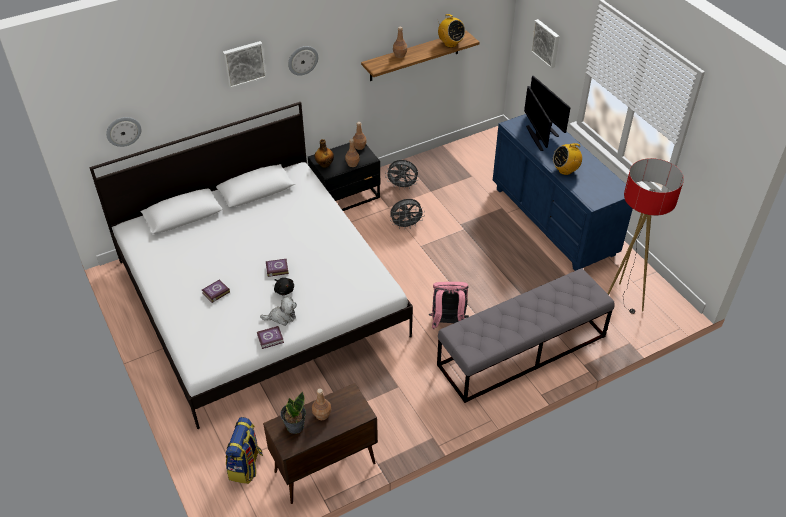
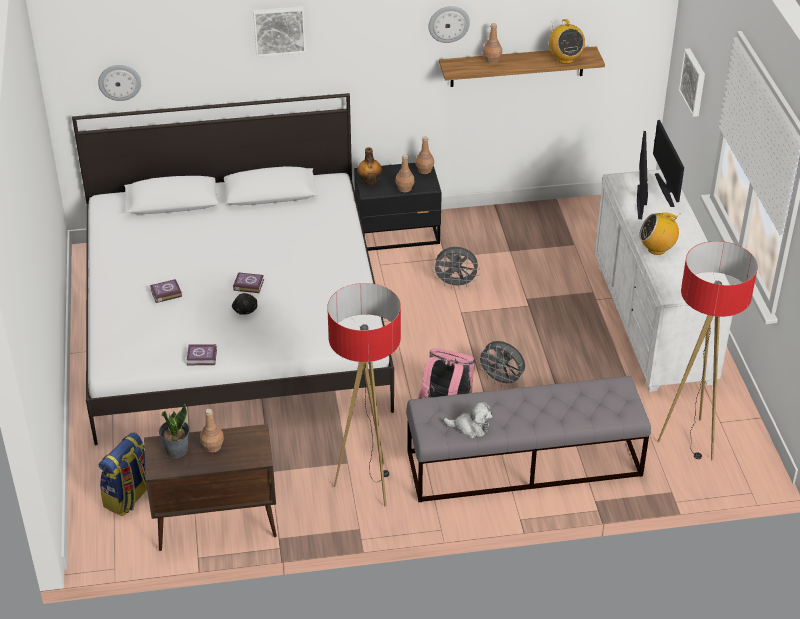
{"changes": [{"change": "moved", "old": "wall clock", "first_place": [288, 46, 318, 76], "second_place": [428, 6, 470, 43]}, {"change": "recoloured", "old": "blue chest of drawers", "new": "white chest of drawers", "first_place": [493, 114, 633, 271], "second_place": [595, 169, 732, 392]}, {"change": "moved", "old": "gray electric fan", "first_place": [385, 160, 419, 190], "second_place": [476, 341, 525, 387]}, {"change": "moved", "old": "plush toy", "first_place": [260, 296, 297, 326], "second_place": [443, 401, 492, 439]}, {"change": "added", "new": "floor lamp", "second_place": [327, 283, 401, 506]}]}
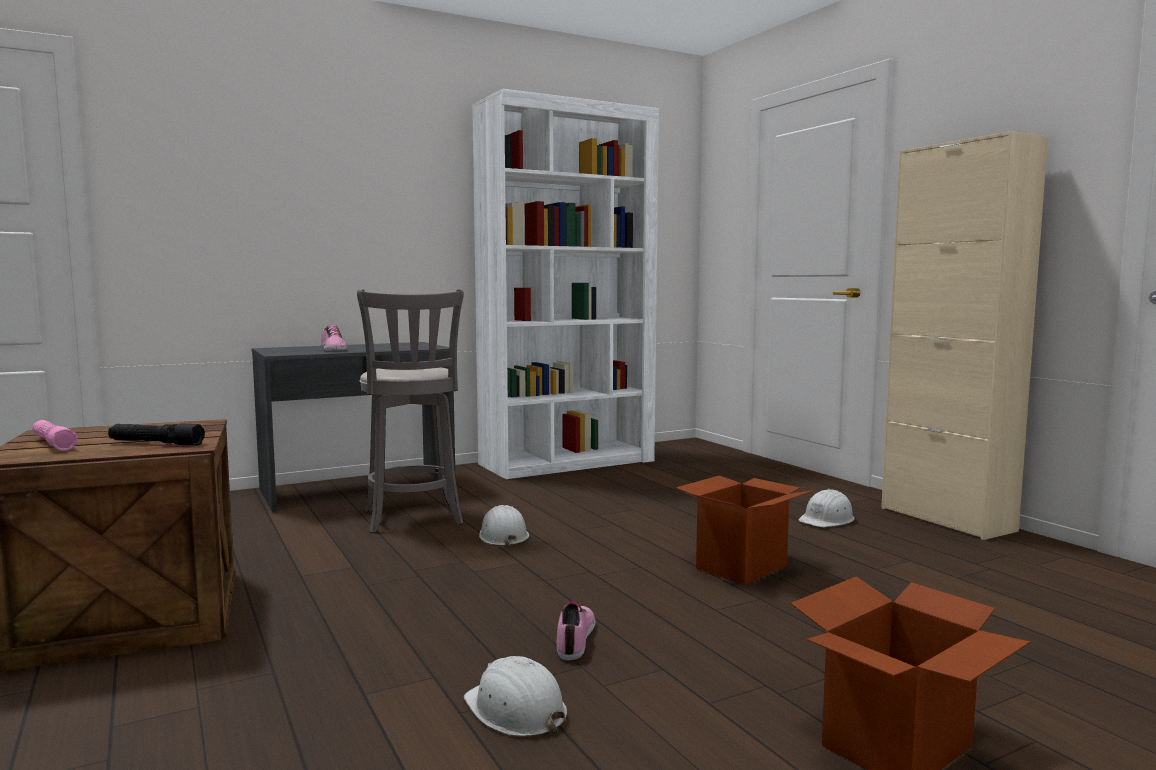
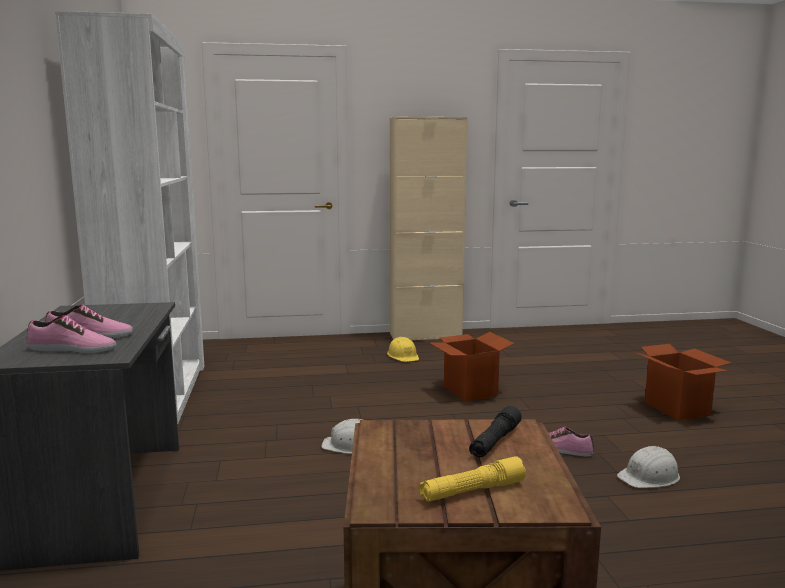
{"changes": [{"change": "removed", "old": "gray stool", "first_place": [357, 289, 464, 533]}, {"change": "recoloured", "old": "pink-coloured torch", "new": "yellow-coloured torch", "first_place": [32, 420, 78, 451], "second_place": [419, 456, 526, 502]}, {"change": "recoloured", "old": "white safety helmet", "new": "yellow-coloured safety helmet", "first_place": [799, 489, 855, 527], "second_place": [387, 337, 419, 362]}, {"change": "added", "new": "item of footwear", "second_place": [26, 315, 116, 353]}]}
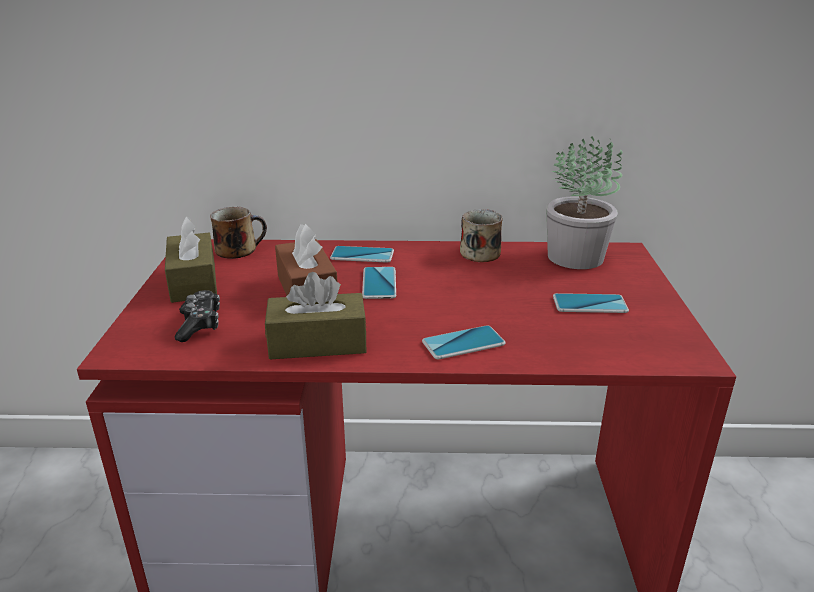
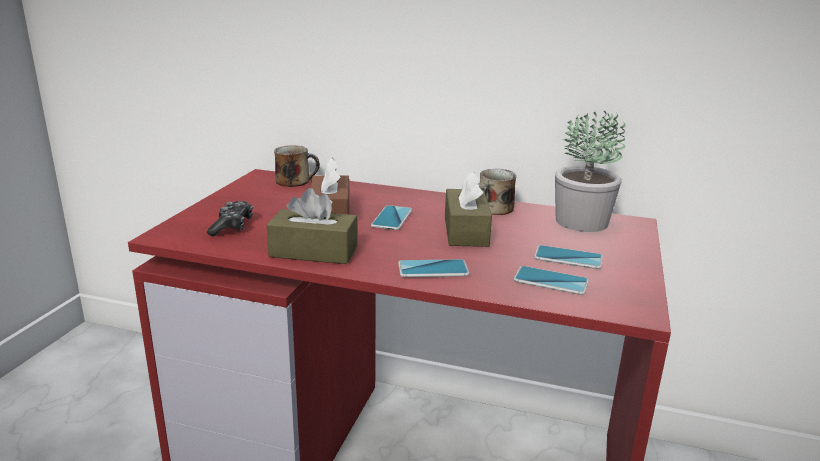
{"changes": [{"change": "moved", "old": "brownish tissue box", "first_place": [165, 217, 217, 303], "second_place": [445, 172, 492, 247]}, {"change": "moved", "old": "handset", "first_place": [330, 246, 394, 263], "second_place": [514, 266, 589, 295]}]}
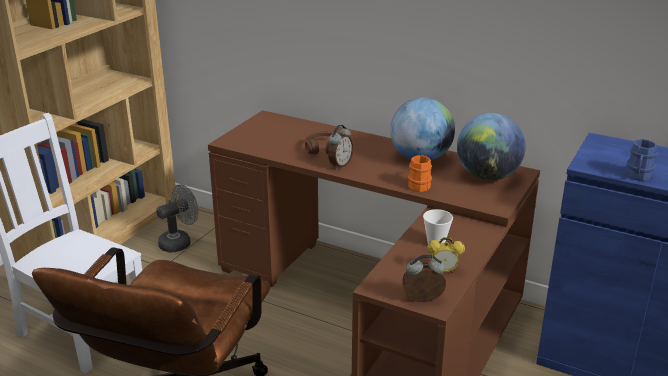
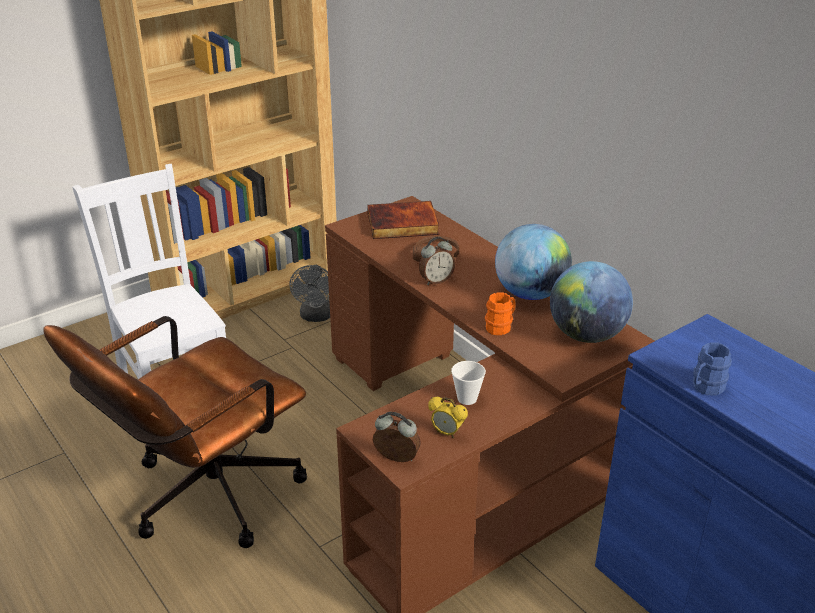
{"changes": [{"change": "turned", "old": "gray electric fan", "first_place": [156, 184, 198, 253], "second_place": [290, 265, 330, 322], "degrees": 105}, {"change": "added", "new": "book", "second_place": [367, 201, 439, 239]}]}
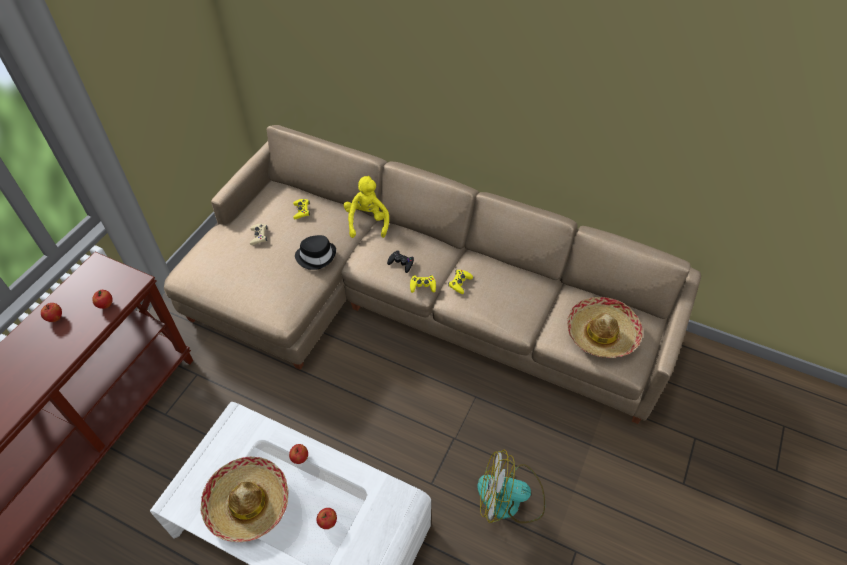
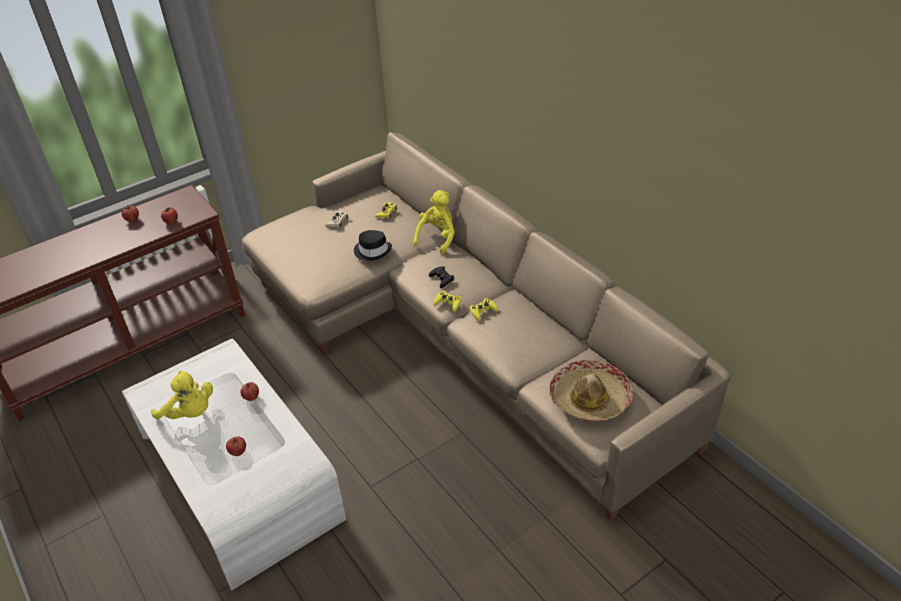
{"changes": [{"change": "removed", "old": "electric fan", "first_place": [477, 449, 545, 523]}, {"change": "replaced", "old": "clothing hat", "new": "yellow-coloured plush toy", "first_place": [200, 457, 289, 542], "second_place": [151, 370, 213, 419]}]}
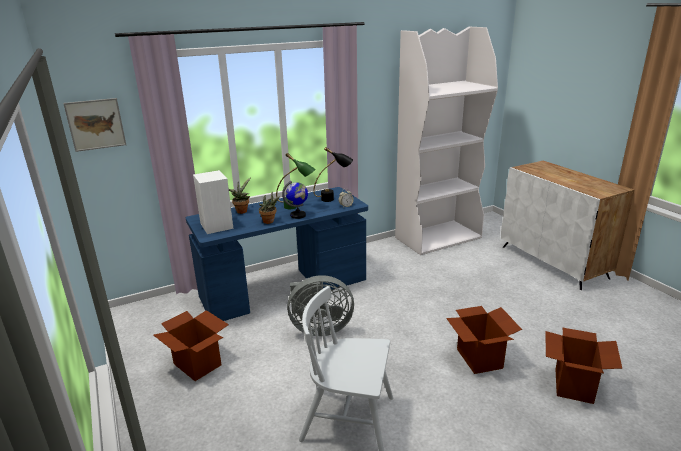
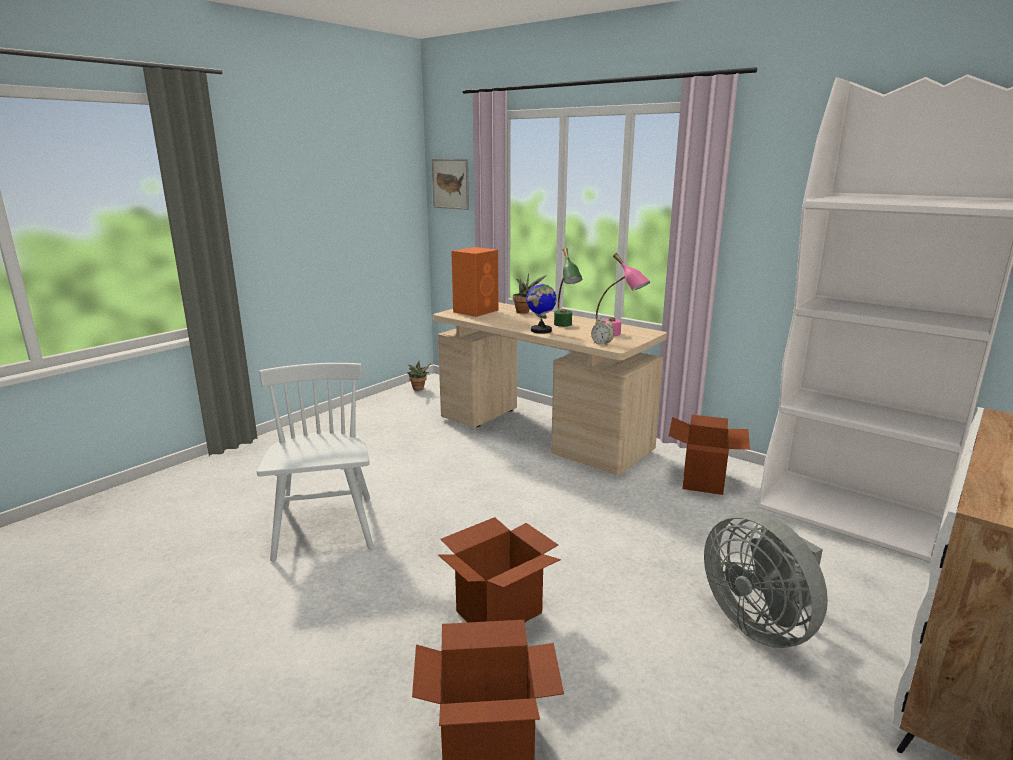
{"changes": [{"change": "recoloured", "old": "black tabletop lamp", "new": "pink-coloured tabletop lamp", "first_place": [313, 147, 353, 202], "second_place": [596, 253, 650, 336]}, {"change": "recoloured", "old": "white loudspeaker", "new": "orange-coloured loudspeaker", "first_place": [193, 170, 234, 234], "second_place": [451, 247, 498, 317]}, {"change": "recoloured", "old": "blue desk", "new": "beige desk", "first_place": [186, 187, 368, 321], "second_place": [433, 302, 667, 475]}, {"change": "moved", "old": "houseplant", "first_place": [259, 192, 280, 224], "second_place": [407, 361, 430, 391]}, {"change": "moved", "old": "gray electric fan", "first_place": [287, 275, 354, 336], "second_place": [704, 512, 828, 648]}, {"change": "moved", "old": "packing box", "first_place": [153, 310, 229, 381], "second_place": [669, 415, 750, 495]}]}
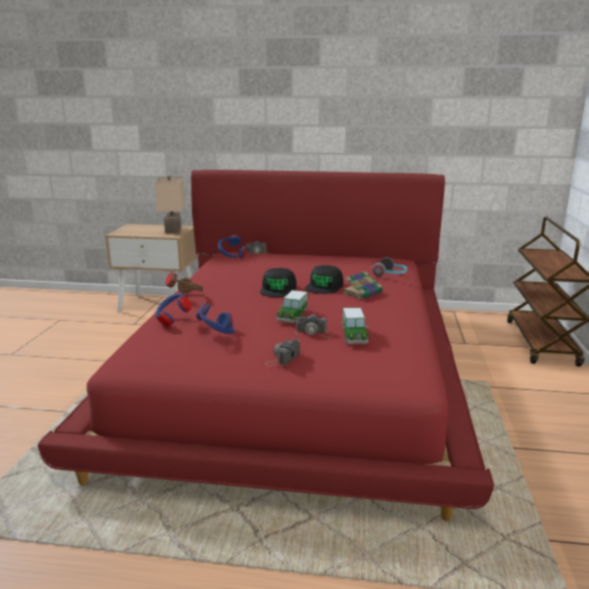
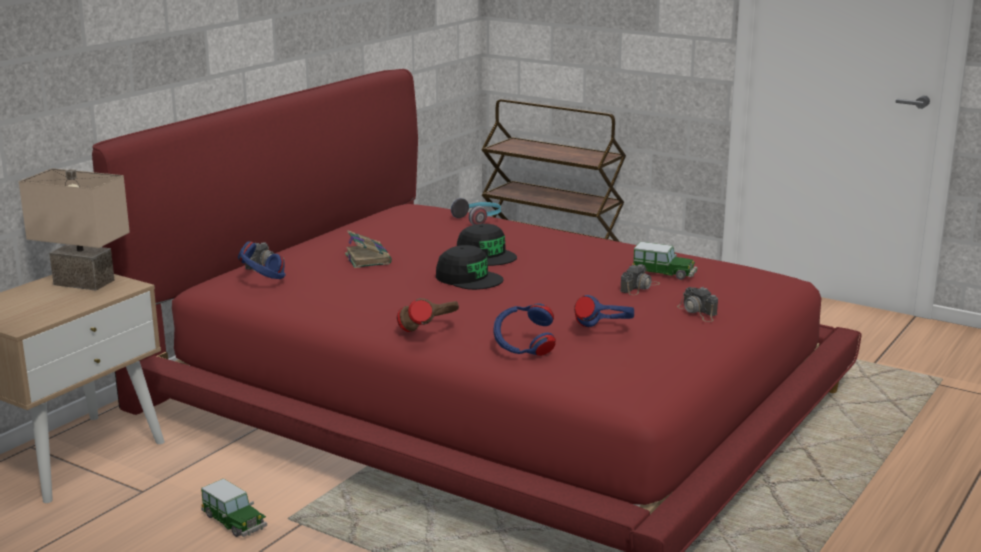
{"changes": [{"change": "moved", "old": "book", "first_place": [342, 271, 383, 299], "second_place": [345, 230, 392, 268]}, {"change": "moved", "old": "toy car", "first_place": [276, 290, 308, 323], "second_place": [201, 478, 267, 537]}]}
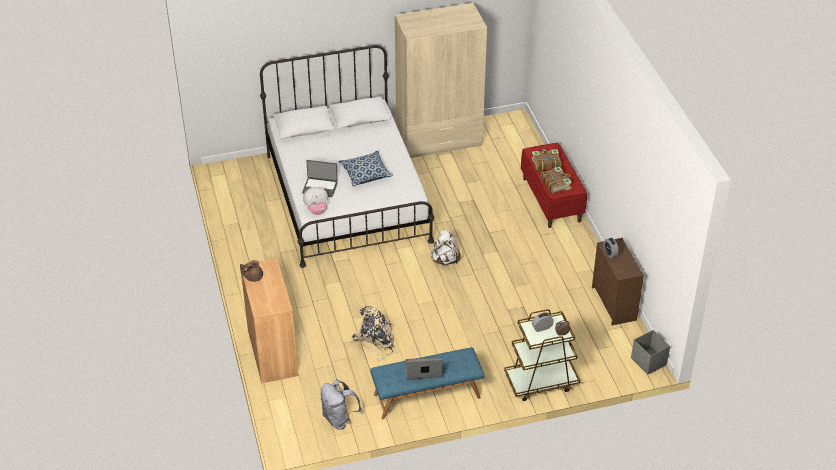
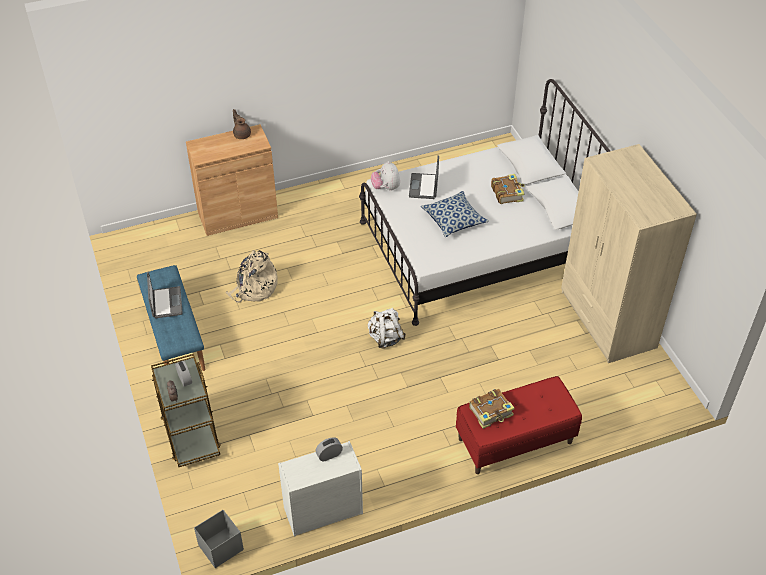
{"changes": [{"change": "moved", "old": "book", "first_place": [532, 149, 561, 171], "second_place": [491, 174, 525, 204]}, {"change": "recoloured", "old": "brownish chest of drawers", "new": "white chest of drawers", "first_place": [592, 238, 644, 326], "second_place": [278, 441, 363, 537]}, {"change": "removed", "old": "gray knapsack", "first_place": [321, 380, 362, 429]}]}
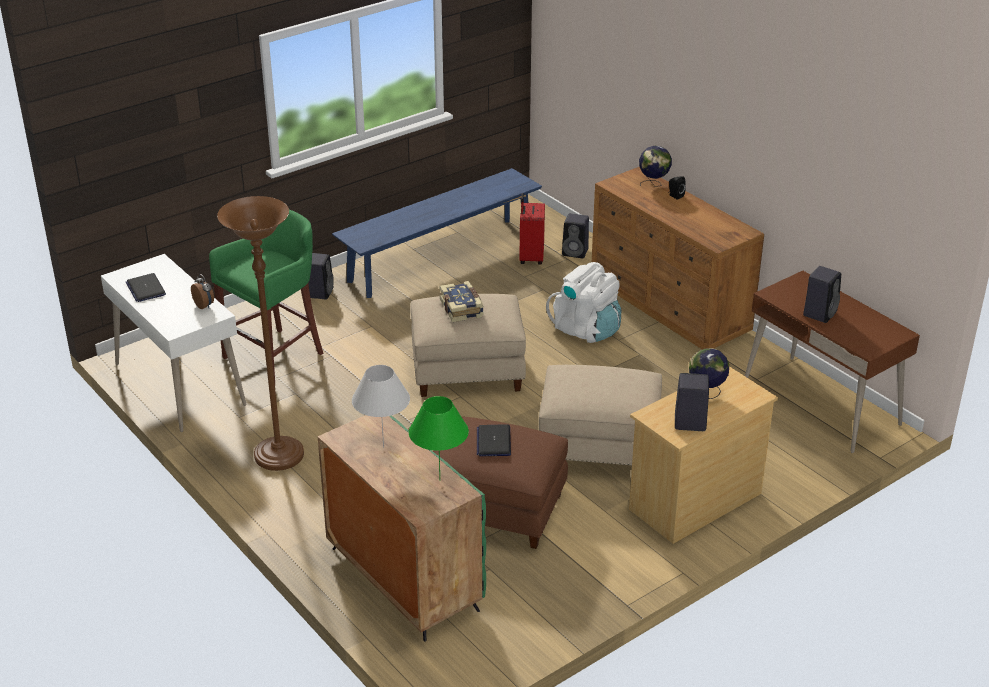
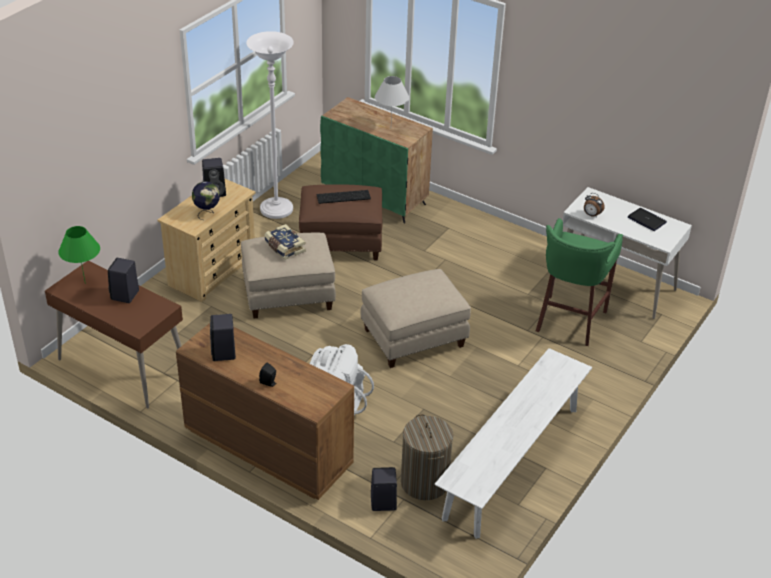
{"changes": [{"change": "removed", "old": "globe", "first_place": [639, 146, 672, 187]}, {"change": "recoloured", "old": "blue long seat", "new": "white long seat", "first_place": [332, 168, 542, 298], "second_place": [434, 348, 592, 539]}, {"change": "replaced", "old": "reddish travel case", "new": "laundry basket", "first_place": [519, 193, 545, 265], "second_place": [401, 414, 453, 500]}, {"change": "removed", "old": "brownish floor lamp", "first_place": [217, 196, 304, 471]}, {"change": "moved", "old": "black loudspeaker", "first_place": [308, 253, 334, 299], "second_place": [210, 314, 236, 361]}, {"change": "moved", "old": "book", "first_place": [439, 281, 484, 322], "second_place": [264, 224, 306, 260]}, {"change": "moved", "old": "green tabletop lamp", "first_place": [409, 396, 469, 476], "second_place": [58, 226, 100, 284]}, {"change": "replaced", "old": "portable computer", "new": "PC keyboard", "first_place": [477, 424, 511, 456], "second_place": [317, 190, 371, 204]}, {"change": "added", "new": "white floor lamp", "second_place": [246, 31, 294, 219]}]}
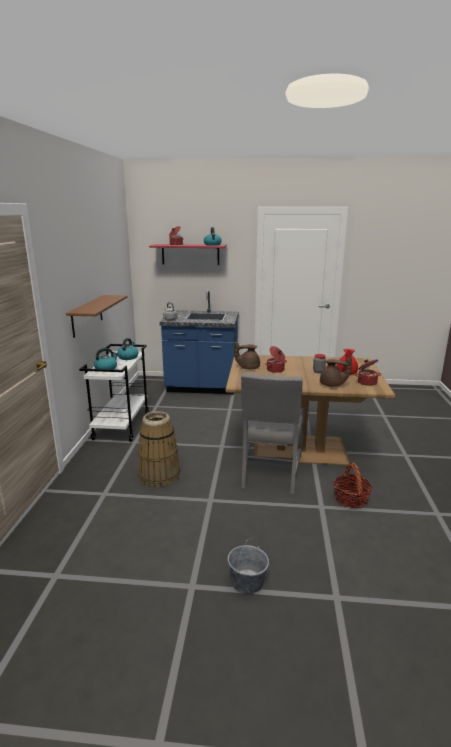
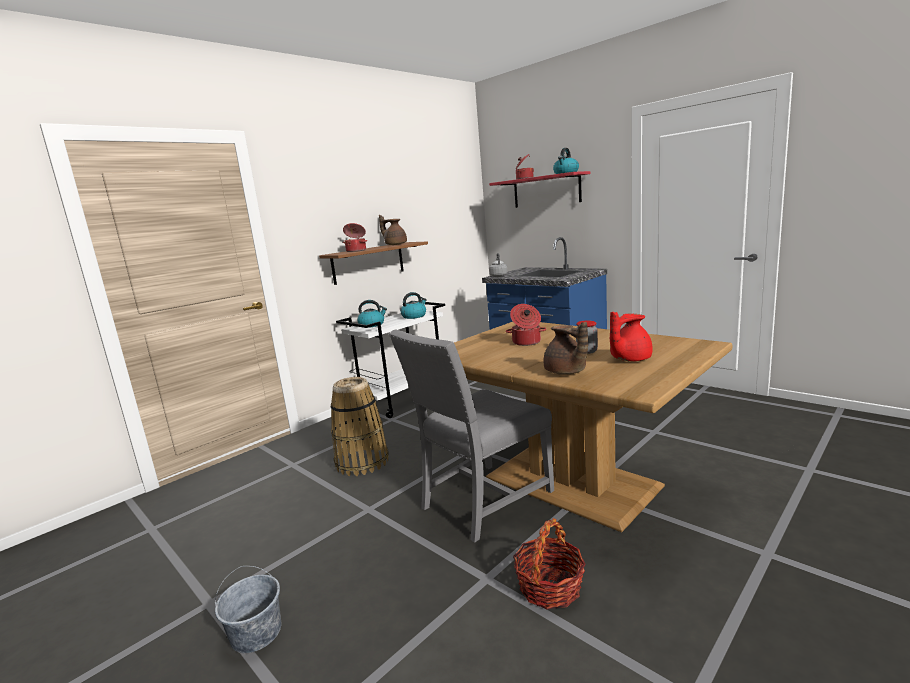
{"changes": [{"change": "moved", "old": "brownish teapot", "first_place": [234, 341, 260, 369], "second_place": [379, 215, 407, 245]}, {"change": "moved", "old": "stockpot", "first_place": [355, 359, 381, 386], "second_place": [343, 223, 367, 252]}]}
